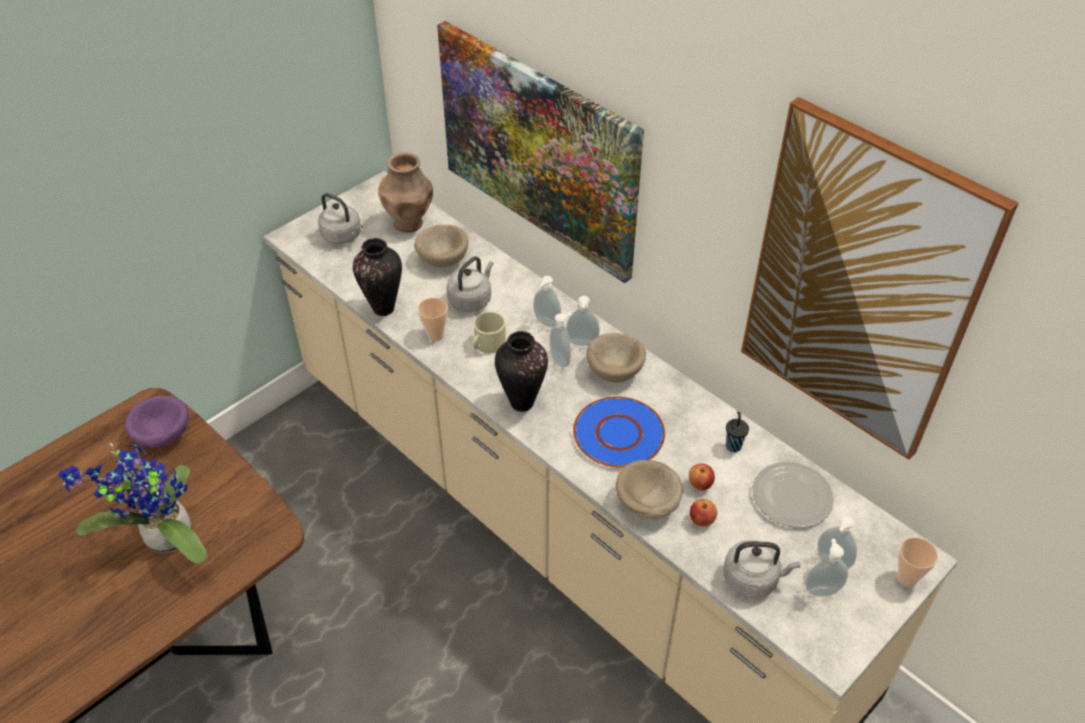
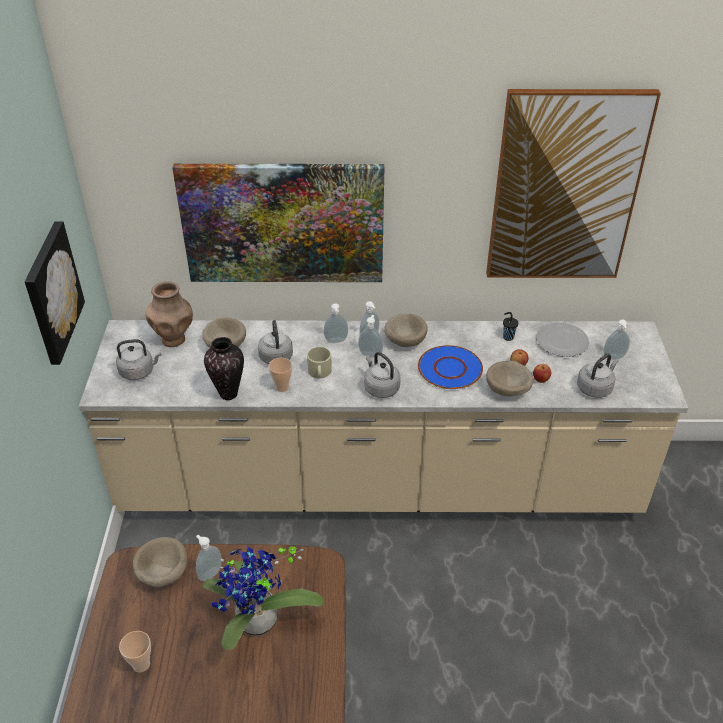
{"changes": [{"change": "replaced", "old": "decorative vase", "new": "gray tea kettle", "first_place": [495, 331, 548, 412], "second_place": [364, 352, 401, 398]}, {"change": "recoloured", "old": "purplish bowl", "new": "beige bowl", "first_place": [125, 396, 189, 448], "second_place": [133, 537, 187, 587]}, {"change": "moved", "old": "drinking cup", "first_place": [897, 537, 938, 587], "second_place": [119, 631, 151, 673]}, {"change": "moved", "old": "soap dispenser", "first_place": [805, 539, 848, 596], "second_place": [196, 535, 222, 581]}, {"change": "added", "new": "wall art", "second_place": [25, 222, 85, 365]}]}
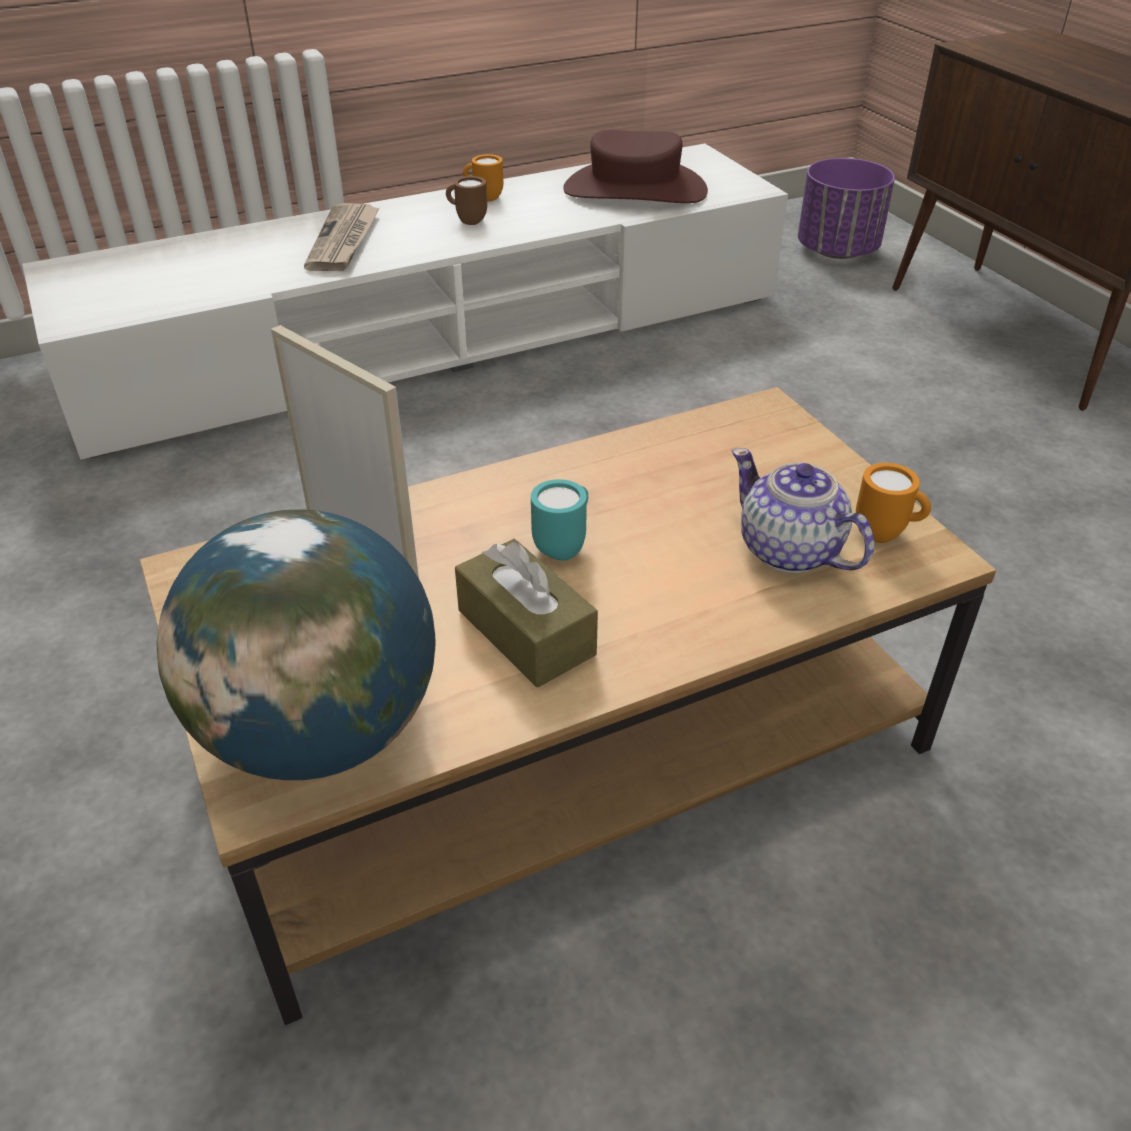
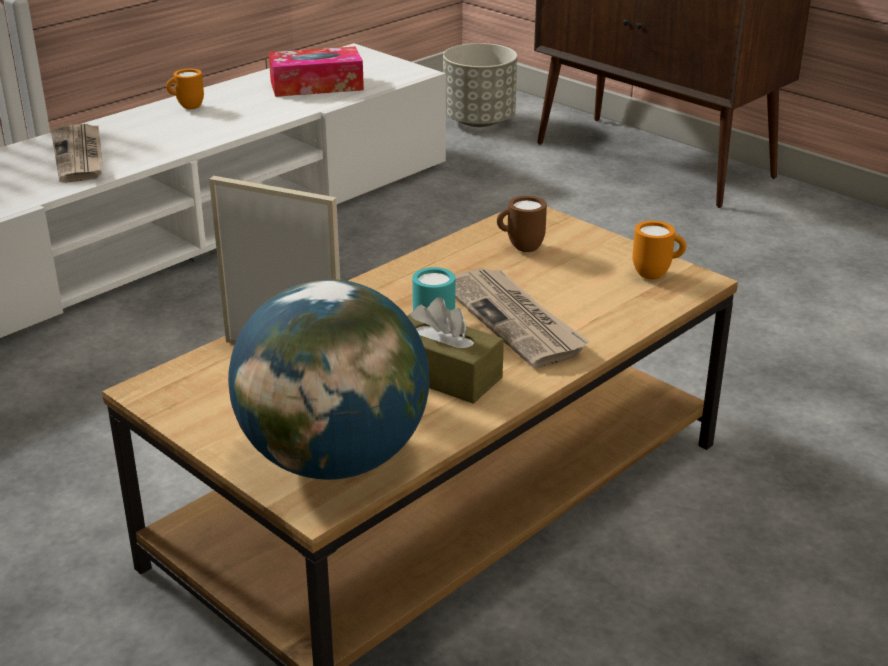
{"changes": [{"change": "replaced", "old": "brownish clothing hat", "new": "tissue box", "first_place": [563, 130, 708, 203], "second_place": [269, 47, 364, 97]}, {"change": "recoloured", "old": "purplish flower pot", "new": "gray flower pot", "first_place": [798, 158, 895, 259], "second_place": [443, 43, 517, 127]}, {"change": "moved", "old": "brownish tea mug", "first_place": [446, 176, 487, 225], "second_place": [497, 196, 547, 252]}, {"change": "removed", "old": "teapot", "first_place": [731, 448, 875, 573]}, {"change": "added", "new": "newspaper", "second_place": [455, 268, 590, 368]}]}
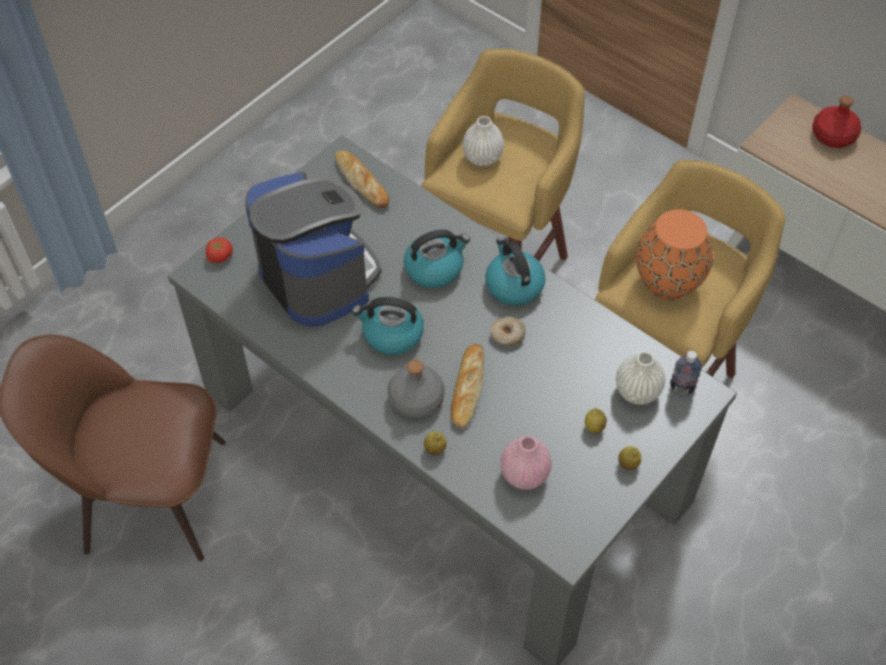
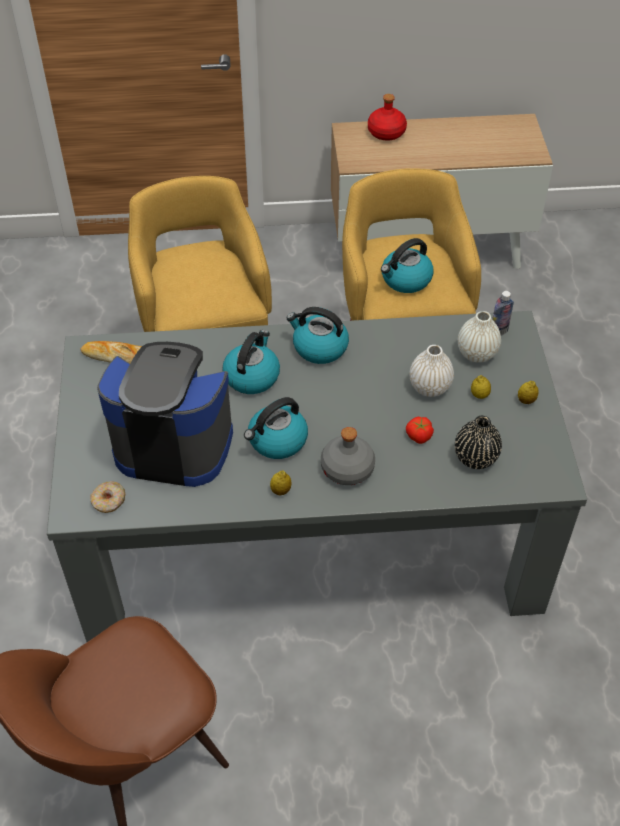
{"changes": [{"change": "moved", "old": "white decorative vase", "first_place": [462, 116, 504, 166], "second_place": [409, 345, 454, 397]}, {"change": "replaced", "old": "orange-coloured decorative vase", "new": "tea kettle", "first_place": [636, 209, 713, 300], "second_place": [381, 238, 434, 293]}, {"change": "moved", "old": "whole tomato", "first_place": [206, 238, 233, 263], "second_place": [406, 416, 434, 444]}, {"change": "moved", "old": "donut", "first_place": [490, 317, 526, 346], "second_place": [90, 481, 125, 513]}, {"change": "removed", "old": "bakery bread", "first_place": [451, 344, 484, 429]}, {"change": "moved", "old": "whole lemon", "first_place": [424, 431, 447, 455], "second_place": [270, 471, 291, 495]}, {"change": "recoloured", "old": "pink-coloured decorative vase", "new": "black decorative vase", "first_place": [501, 436, 552, 490], "second_place": [455, 416, 502, 469]}]}
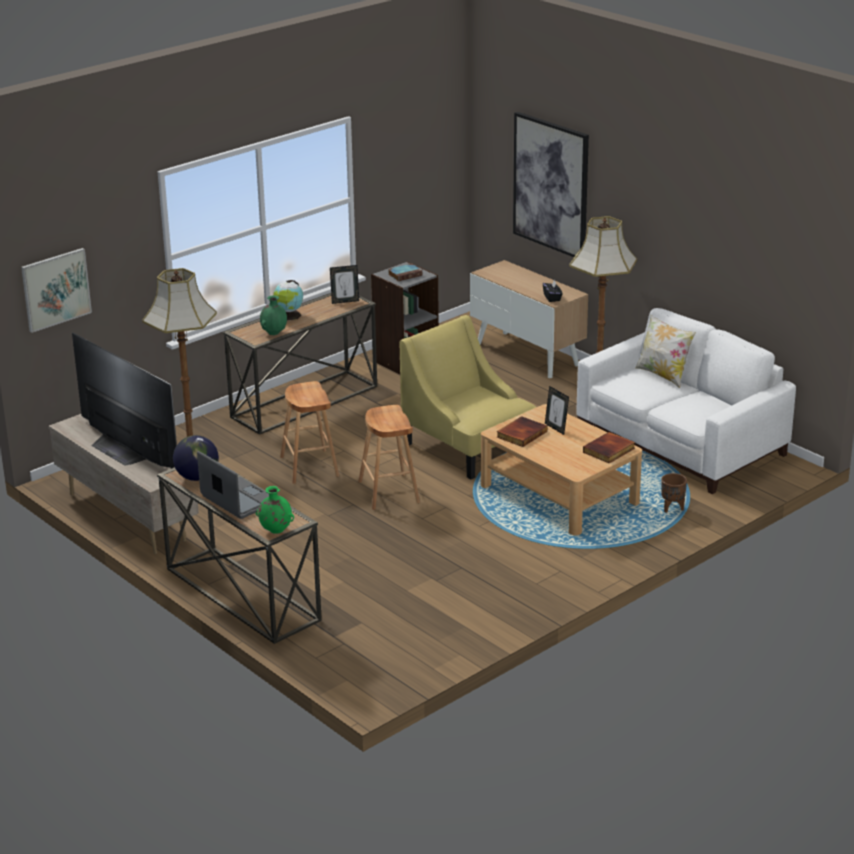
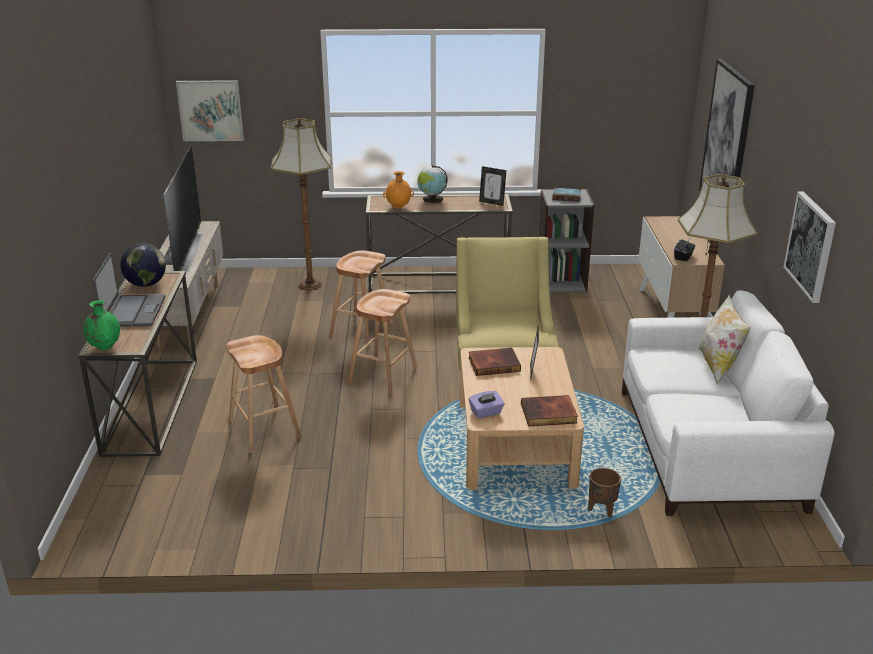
{"changes": [{"change": "recoloured", "old": "green decorative vase", "new": "orange-coloured decorative vase", "first_place": [260, 295, 287, 335], "second_place": [383, 171, 414, 209]}, {"change": "added", "new": "wall art", "second_place": [783, 192, 836, 303]}, {"change": "added", "new": "brownish stool", "second_place": [226, 335, 301, 453]}, {"change": "added", "new": "purplish tissue box", "second_place": [469, 391, 504, 419]}]}
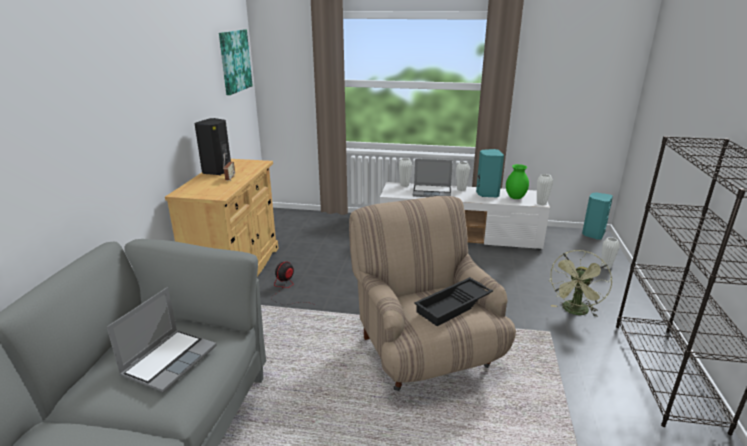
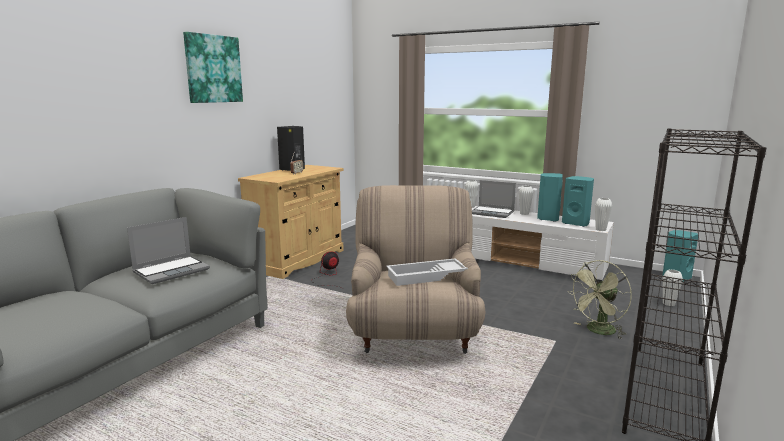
{"changes": [{"change": "moved", "old": "wall art", "first_place": [219, 30, 253, 95], "second_place": [183, 32, 243, 103]}, {"change": "replaced", "old": "green decorative vase", "new": "turquoise loudspeaker", "first_place": [506, 164, 529, 199], "second_place": [562, 176, 594, 227]}, {"change": "recoloured", "old": "black serving tray", "new": "white serving tray", "first_place": [414, 277, 494, 326], "second_place": [386, 258, 468, 286]}]}
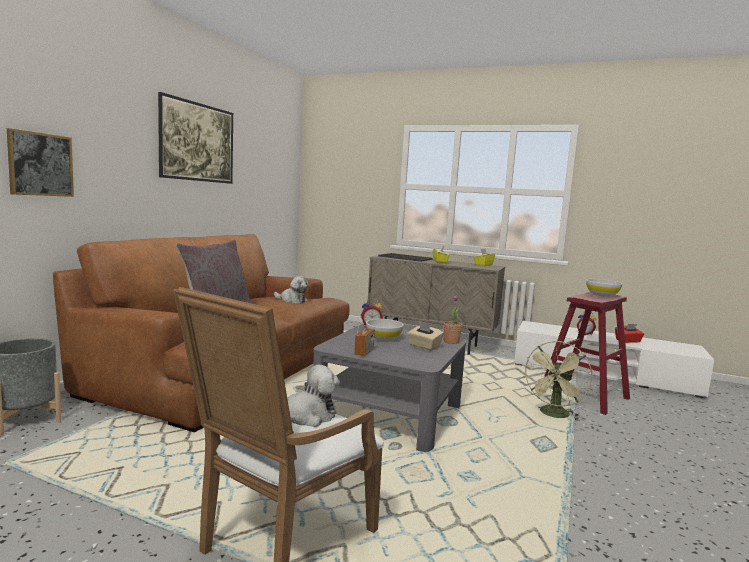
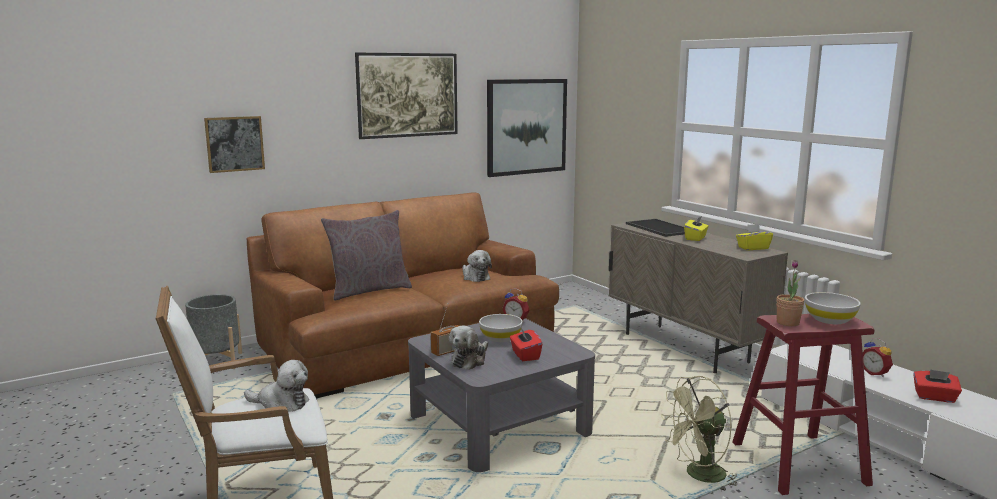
{"changes": [{"change": "moved", "old": "houseplant", "first_place": [443, 296, 462, 344], "second_place": [776, 260, 804, 326]}, {"change": "recoloured", "old": "beige tissue box", "new": "reddish tissue box", "first_place": [407, 322, 444, 351], "second_place": [510, 326, 542, 361]}, {"change": "added", "new": "wall art", "second_place": [487, 79, 567, 177]}, {"change": "added", "new": "plush toy", "second_place": [449, 325, 488, 370]}]}
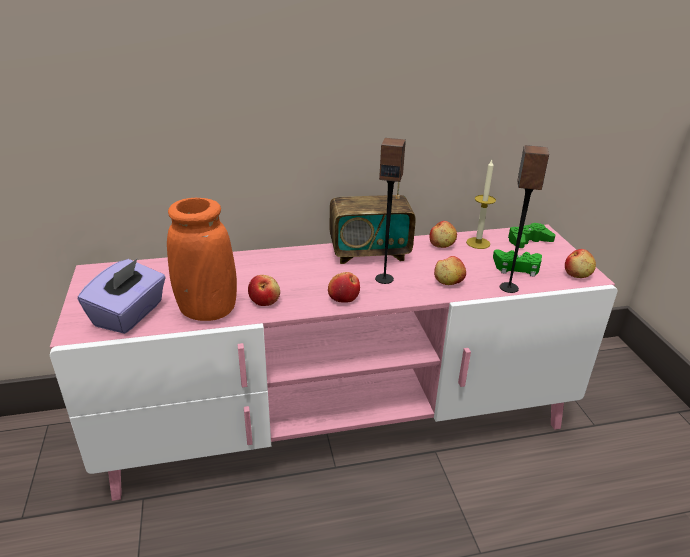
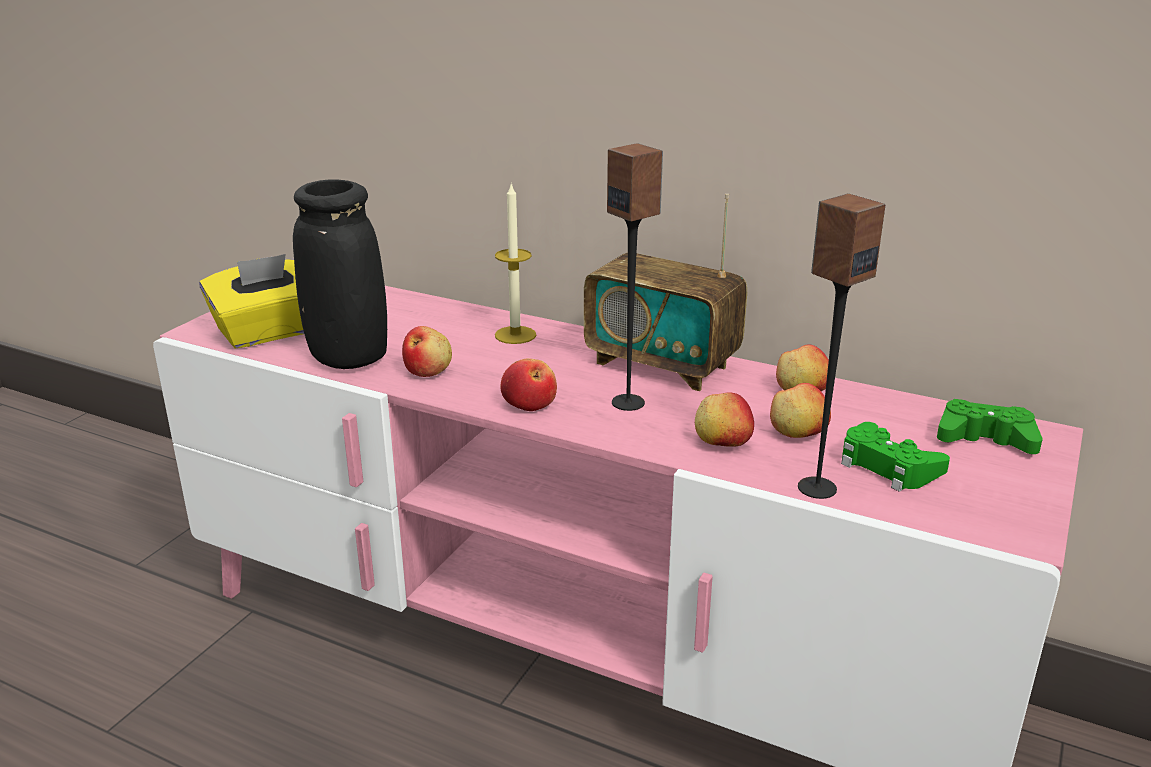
{"changes": [{"change": "moved", "old": "wax light", "first_place": [466, 160, 496, 249], "second_place": [495, 184, 536, 344]}, {"change": "recoloured", "old": "orange-coloured decorative vase", "new": "black decorative vase", "first_place": [167, 198, 237, 321], "second_place": [293, 179, 387, 369]}, {"change": "moved", "old": "whole apple", "first_place": [565, 249, 596, 278], "second_place": [770, 383, 831, 438]}, {"change": "recoloured", "old": "purplish tissue box", "new": "yellow-coloured tissue box", "first_place": [78, 259, 166, 334], "second_place": [199, 254, 304, 349]}]}
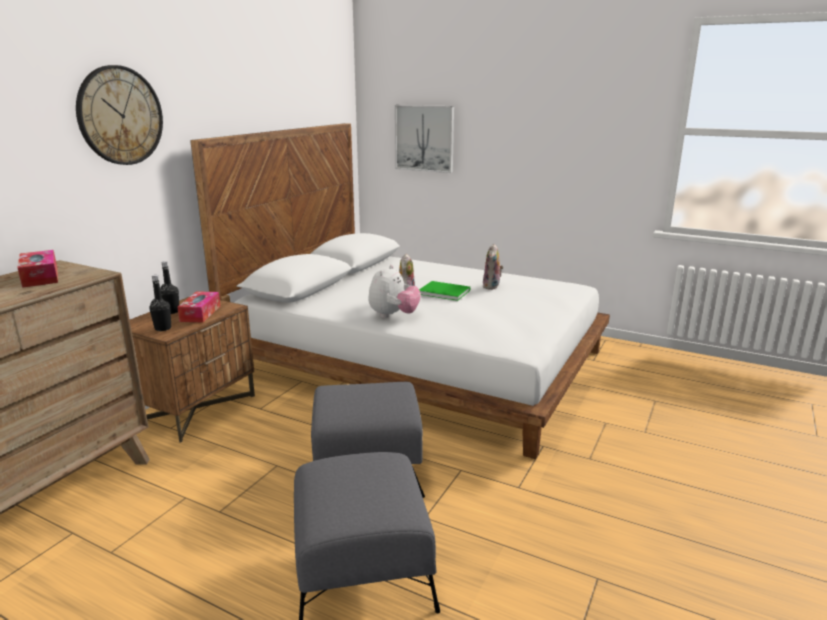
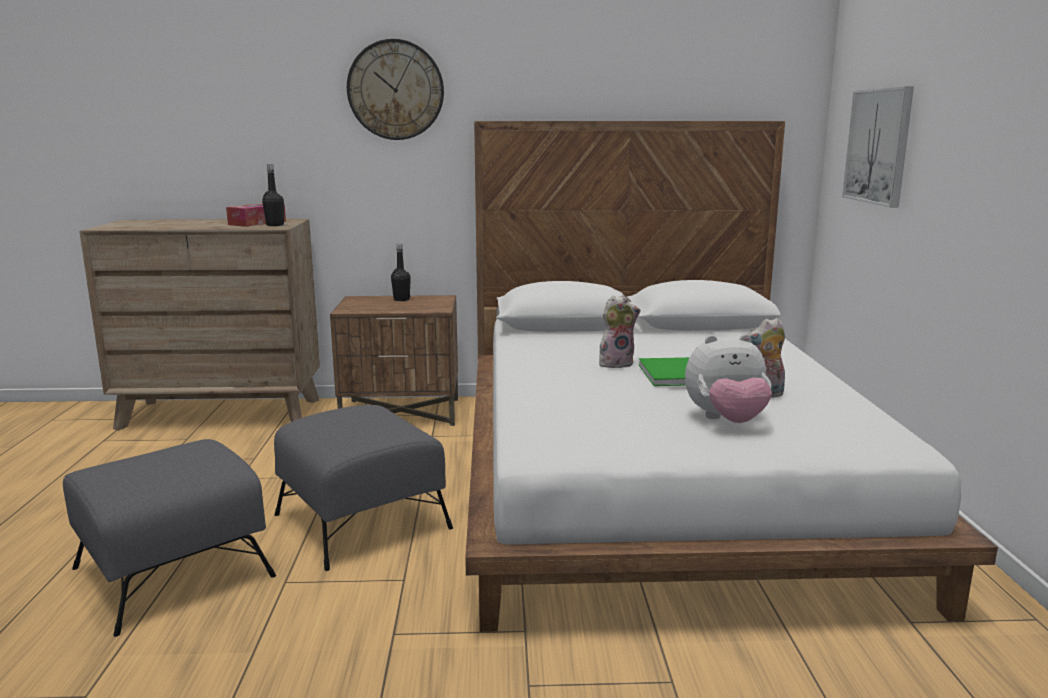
{"changes": [{"change": "moved", "old": "plush toy", "first_place": [368, 265, 421, 318], "second_place": [685, 334, 772, 423]}, {"change": "moved", "old": "black drink bottle", "first_place": [149, 275, 171, 331], "second_place": [262, 164, 284, 226]}, {"change": "removed", "old": "tissue box", "first_place": [177, 291, 220, 323]}]}
